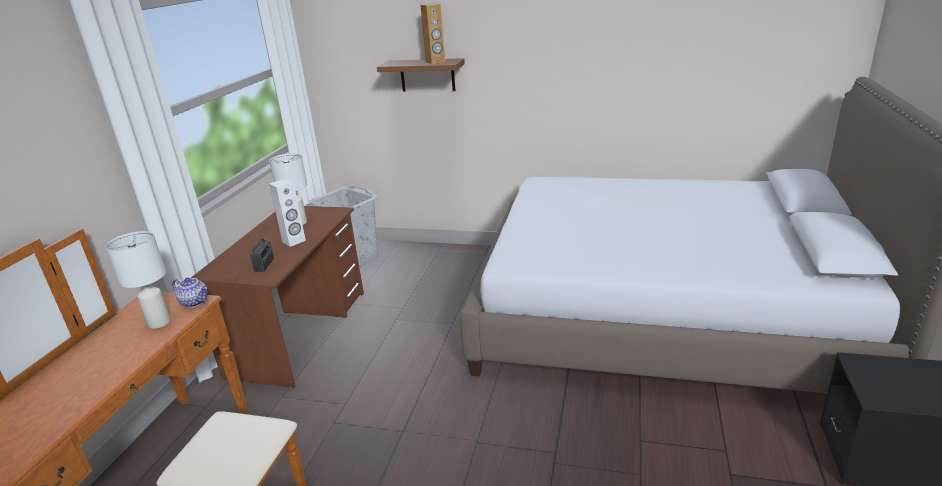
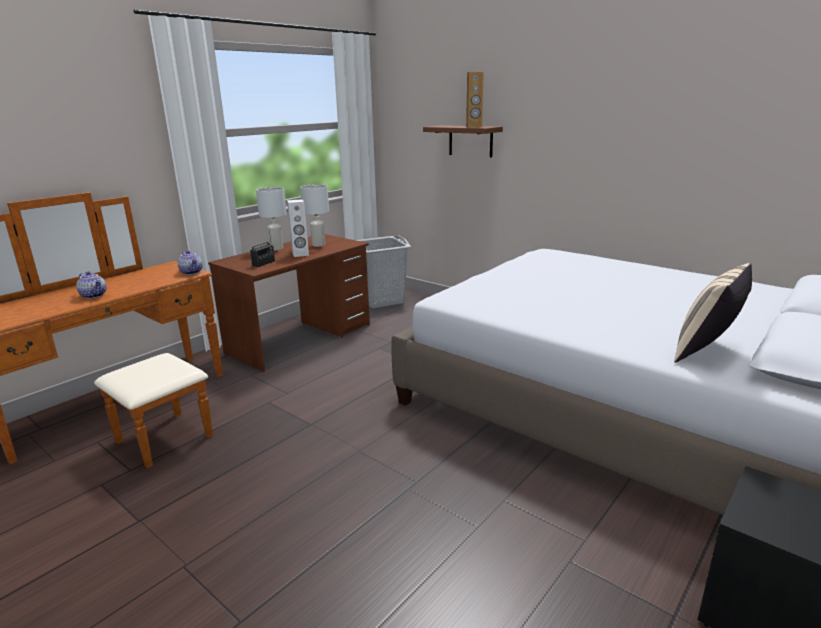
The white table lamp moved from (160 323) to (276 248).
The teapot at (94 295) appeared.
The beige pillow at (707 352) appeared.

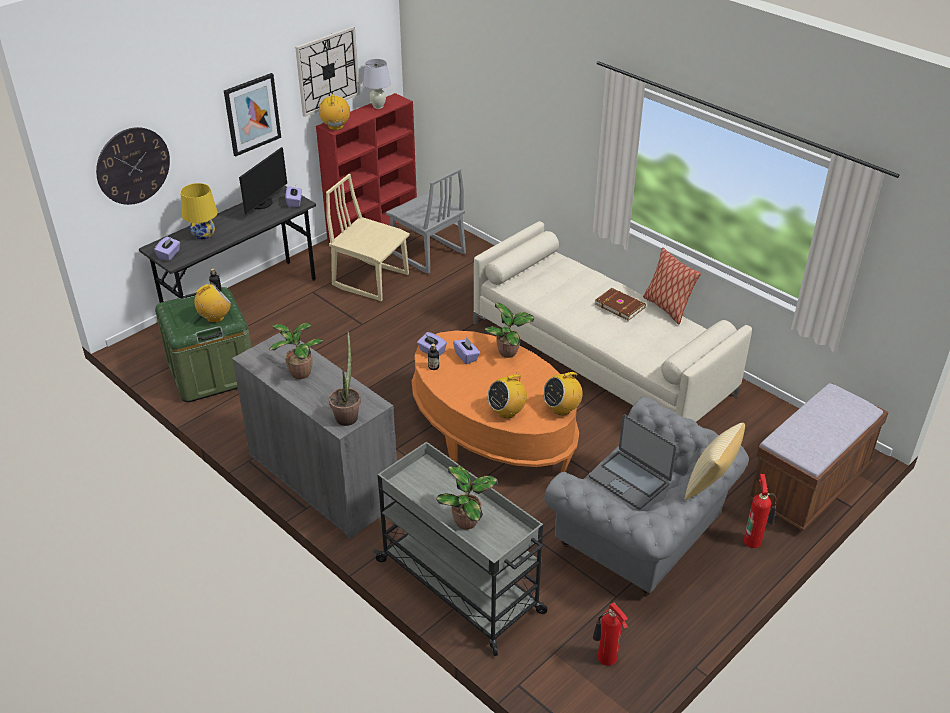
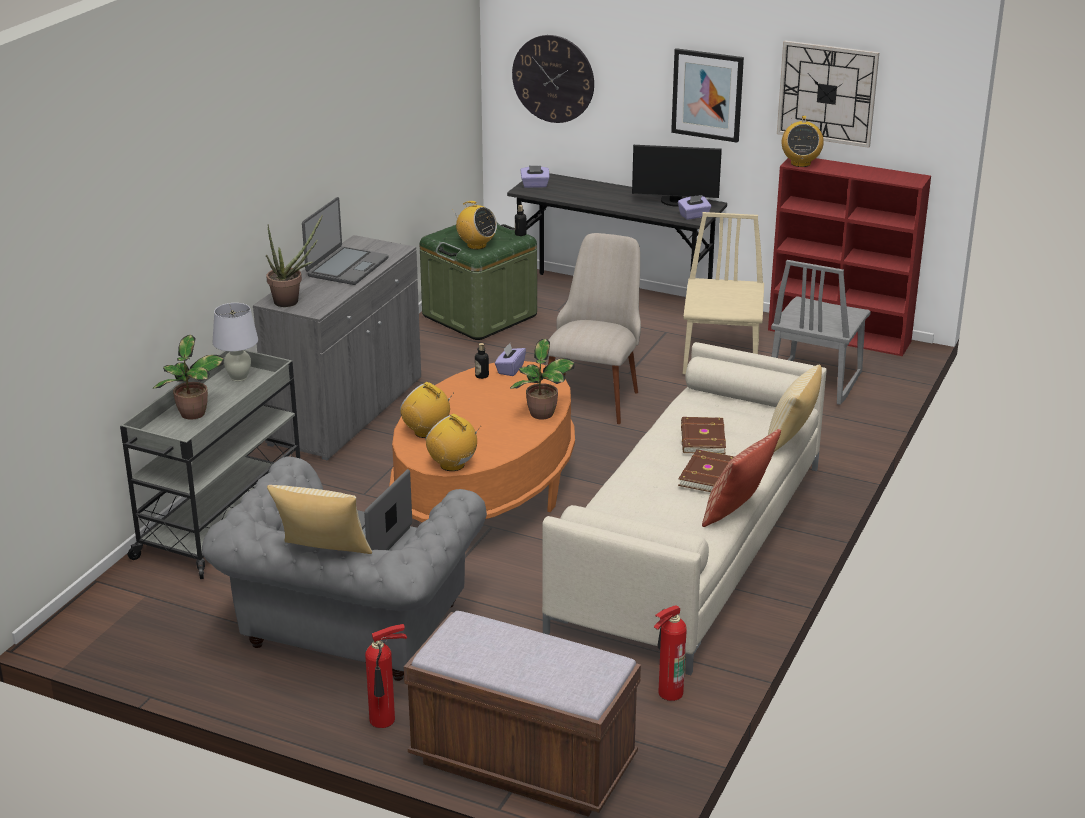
The yellow table lamp at (203 234) disappeared.
The potted plant at (299 373) was replaced by the laptop at (346 267).
The radio at (335 127) turned 120 degrees clockwise.
The white table lamp moved from (378 106) to (238 377).
The purple tissue box at (466 356) disappeared.
The fire extinguisher moved from (606 659) to (667 693).
The beige chair at (595 393) appeared.
The brown book at (701 439) appeared.
The pillow at (791 442) appeared.

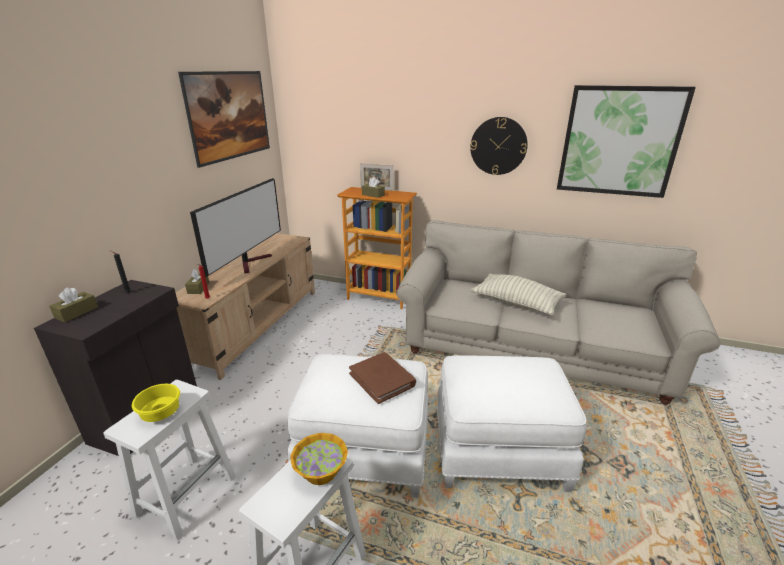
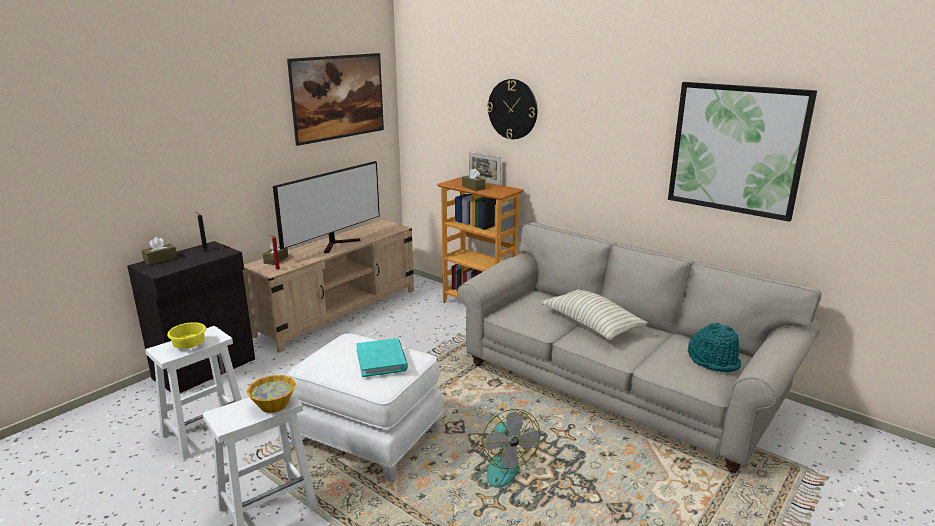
The brown book at (382 379) became the turquoise book at (381 360).
The white ottoman at (498 449) was replaced by the fan at (498 466).
The wall clock moved from (498 146) to (512 109).
The turquoise hat at (713 360) appeared.

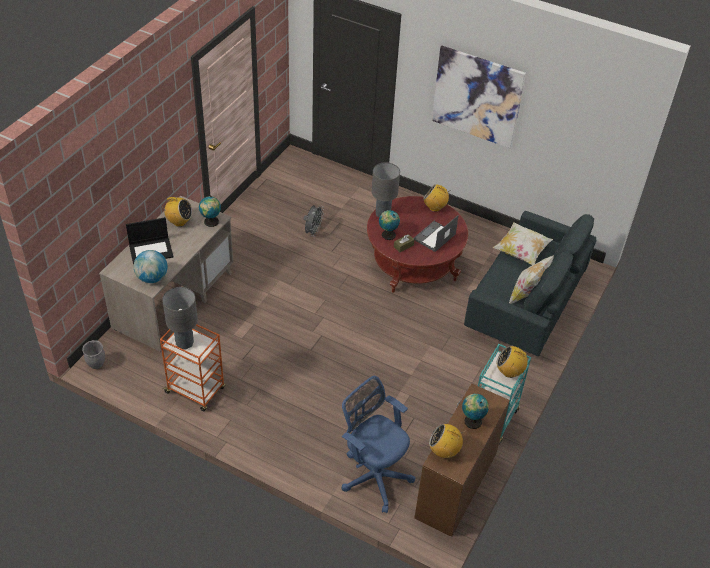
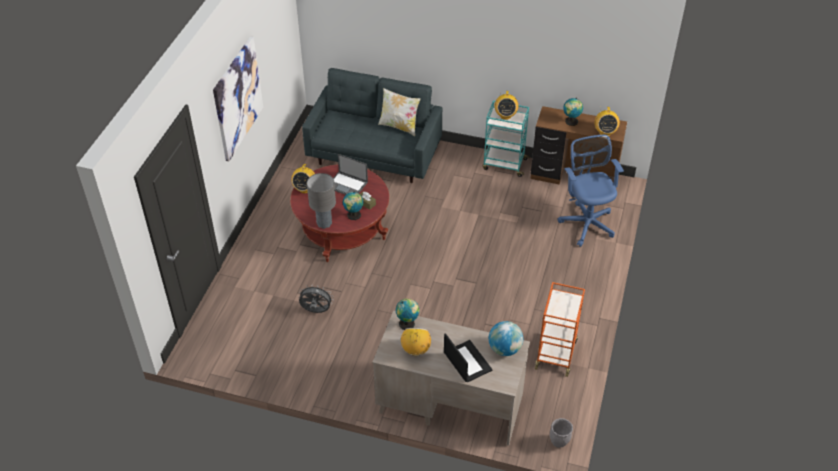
The grey table lamp at (184 342) disappeared.
The blue office chair at (373 475) turned 135 degrees clockwise.
The pillow at (521 252) disappeared.

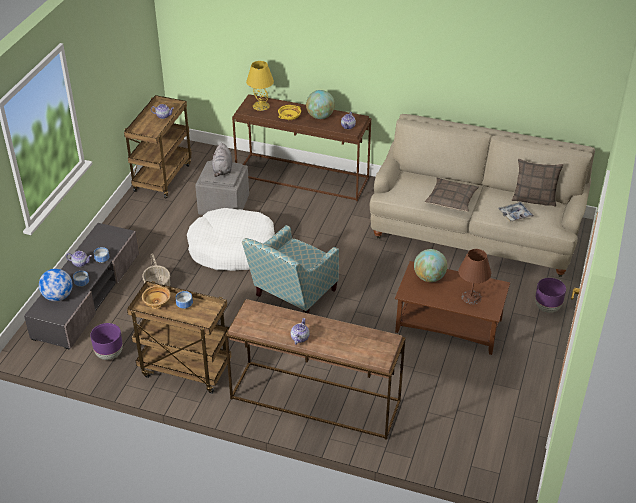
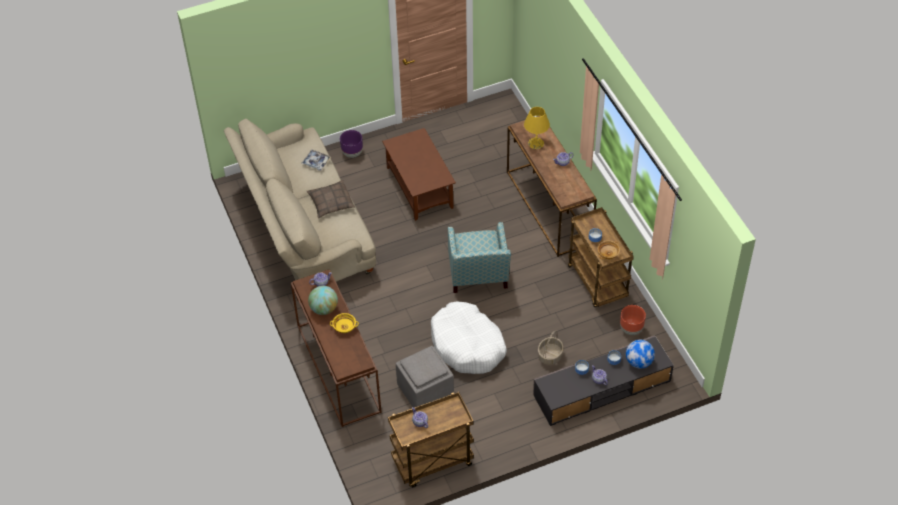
The purple planter at (109 354) became the brown planter at (631 329).
The grey plush toy at (222 169) disappeared.
The armchair at (292 297) turned 90 degrees clockwise.
The yellow table lamp moved from (261 106) to (535 143).
The globe at (429 277) disappeared.
The brown table lamp at (471 297) disappeared.
The pillow at (534 199) disappeared.

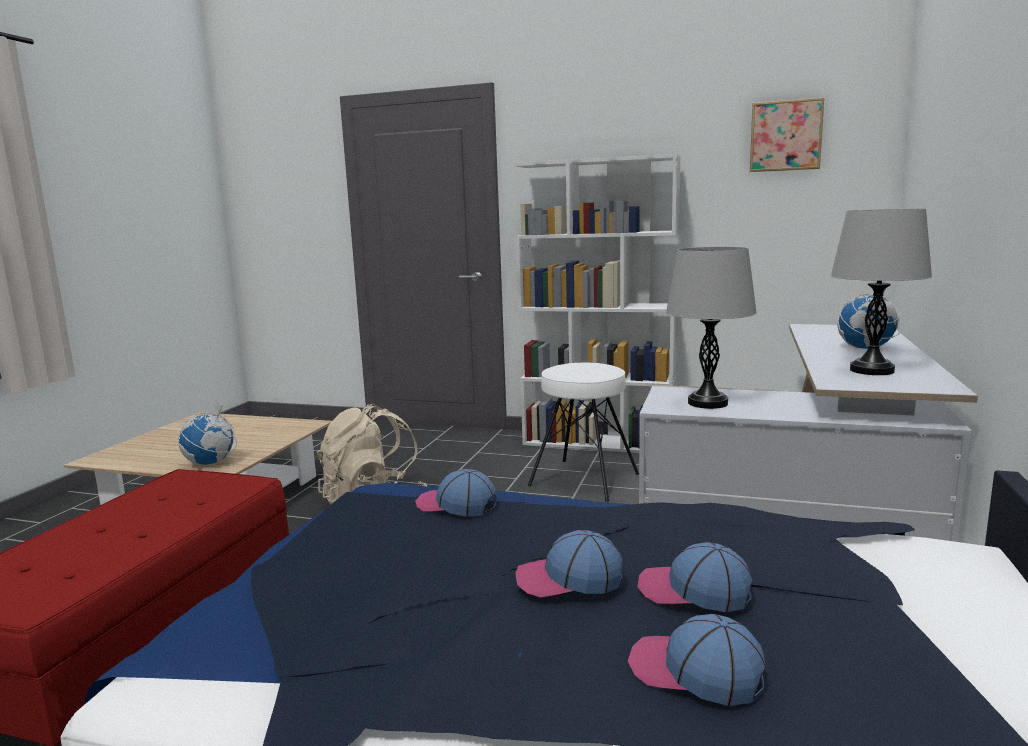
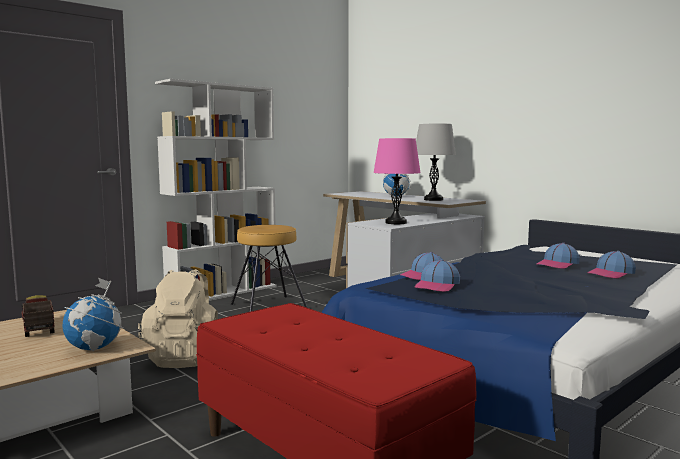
The cap moved from (568 579) to (437 286).
The white stool at (584 479) became the brown stool at (268 306).
The grey table lamp at (707 403) became the pink table lamp at (396 223).
The picture at (785 136) disappeared.
The toy truck at (38 328) appeared.

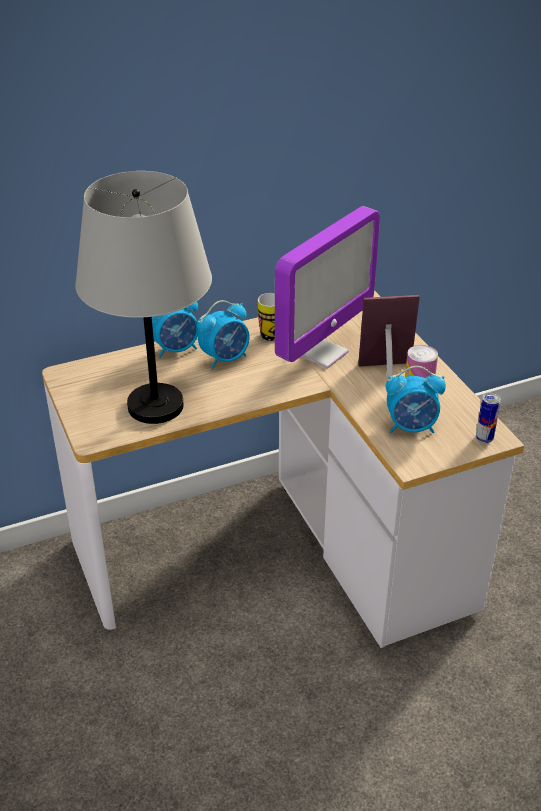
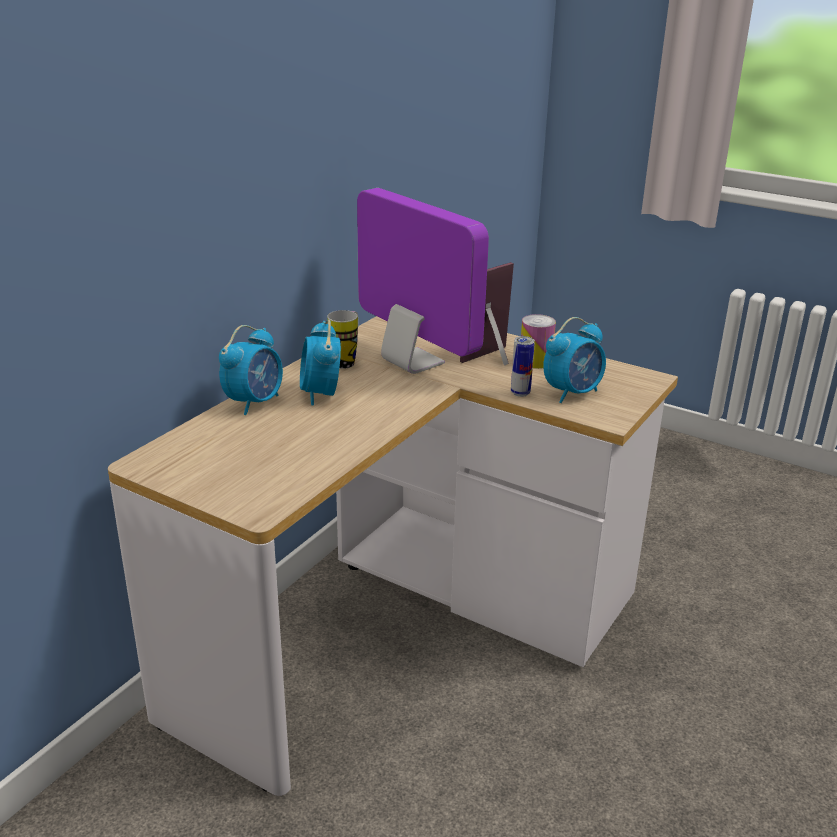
The grey table lamp at (156 406) disappeared.
The alarm clock at (225 358) turned 150 degrees clockwise.
The monitor at (321 353) turned 45 degrees counterclockwise.
The can moved from (484 438) to (520 393).

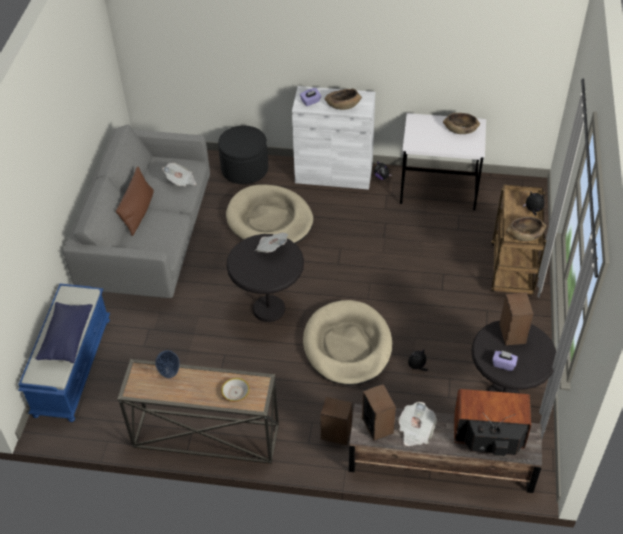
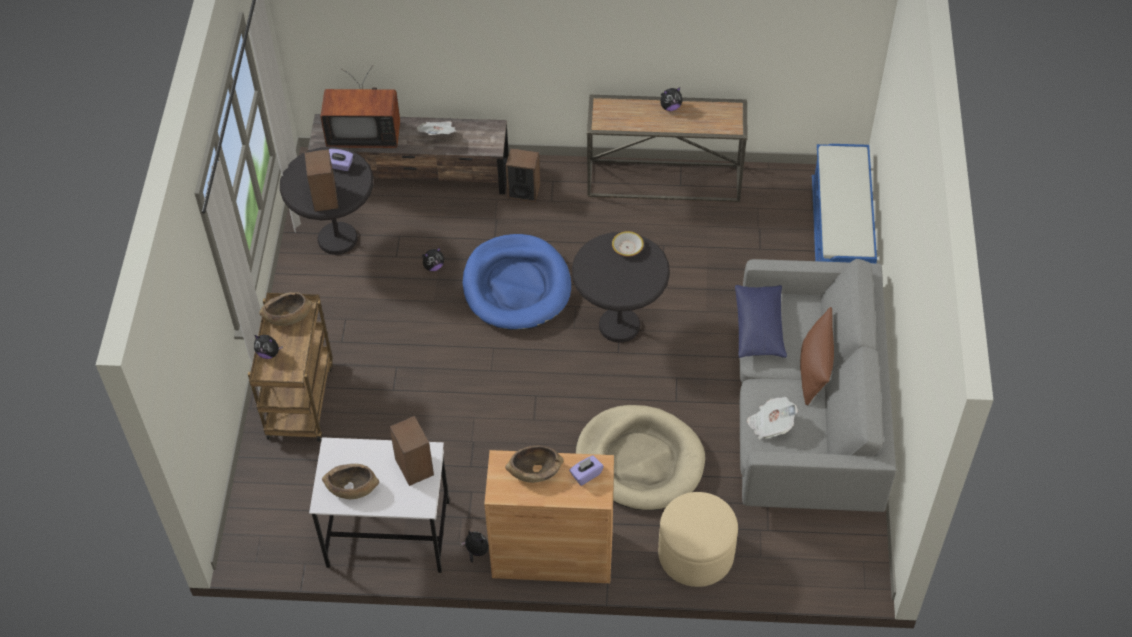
The blue pillow moved from (67 338) to (759 328).
The vase at (170 374) disappeared.
The black ottoman at (244 169) became the beige ottoman at (696 554).
The bowl moved from (236 393) to (627 247).
The newspaper at (271 248) disappeared.
The white cabinet at (334 173) became the brown cabinet at (552 554).
The beige dog bed at (347 345) became the blue dog bed at (516 286).
The speaker moved from (377 425) to (414 467).
The plush toy at (670 107) appeared.

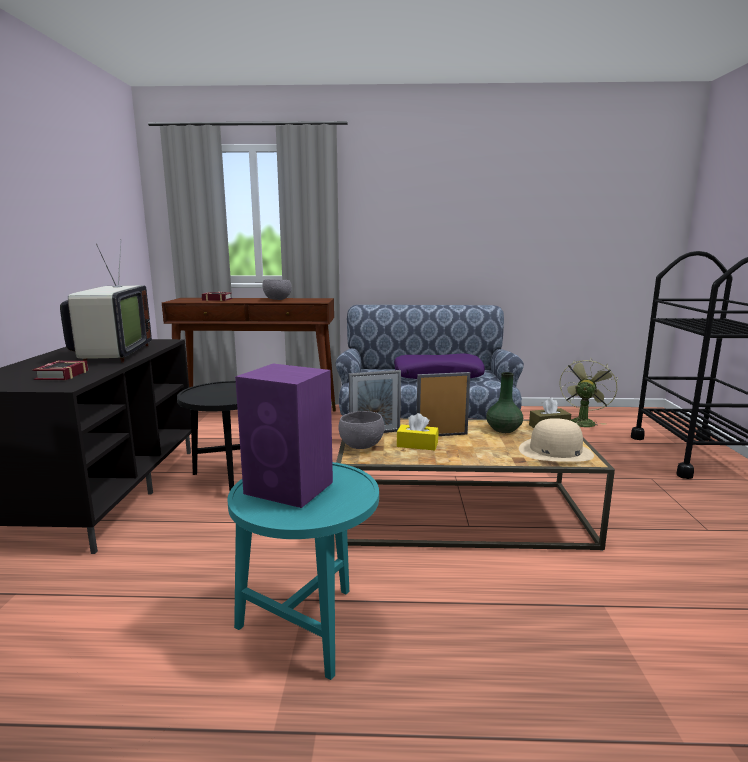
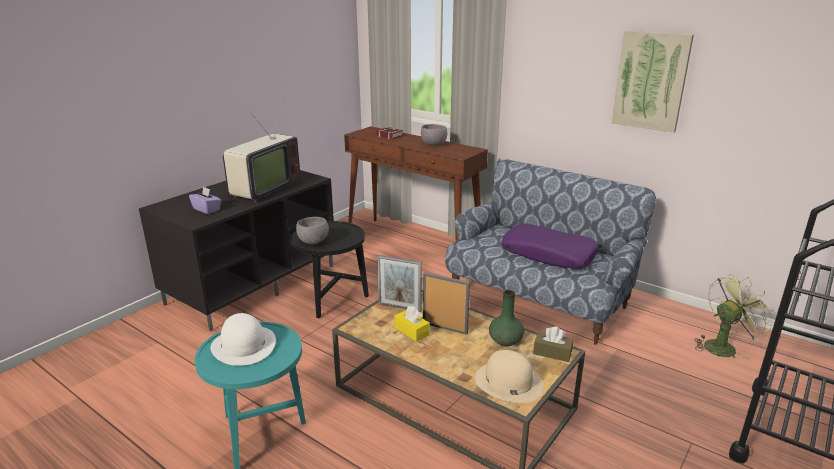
The book at (59 375) was replaced by the purple tissue box at (207 209).
The purple speaker at (291 488) was replaced by the white hat at (244 345).
The grey bowl moved from (361 446) to (314 241).
The picture at (651 81) appeared.

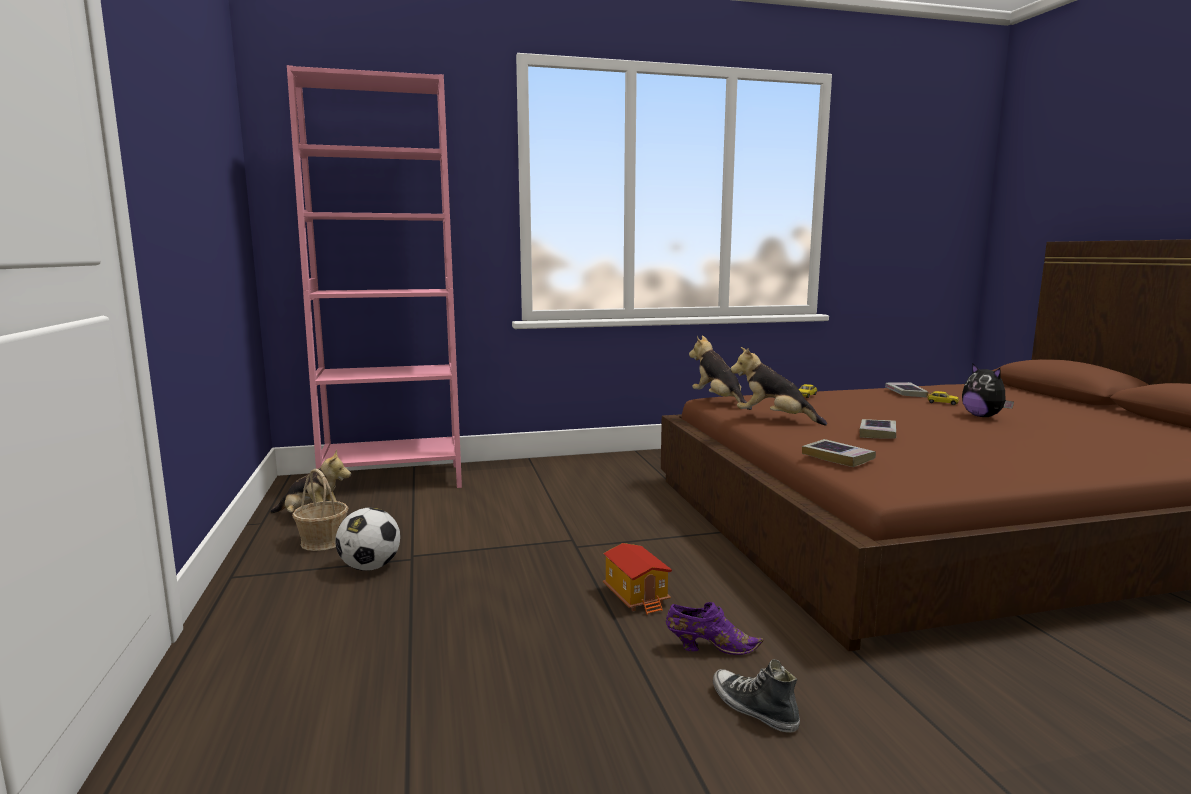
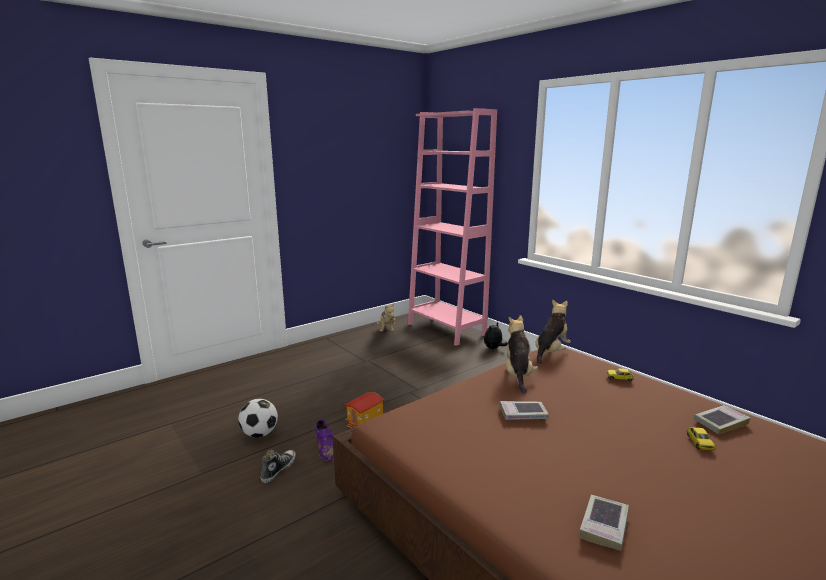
The basket at (323 542) disappeared.
The football moved from (370 567) to (259 434).
The book moved from (838 457) to (604 525).
The plush toy moved from (983 416) to (493 348).

